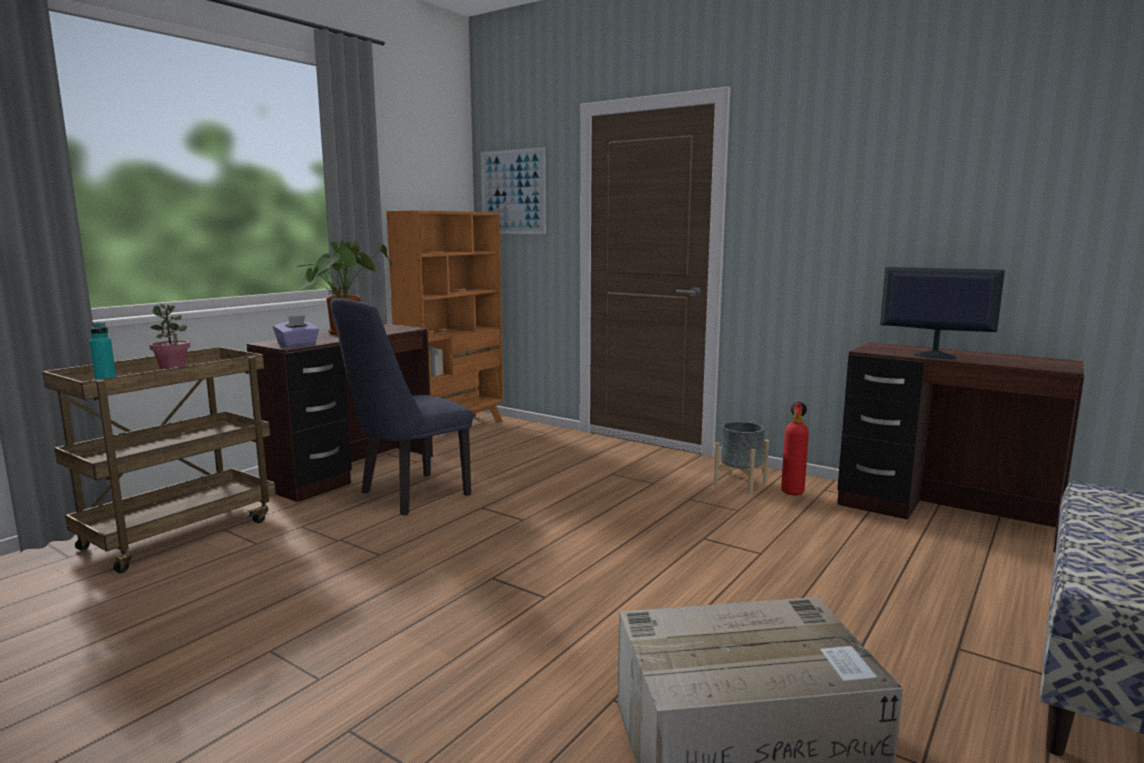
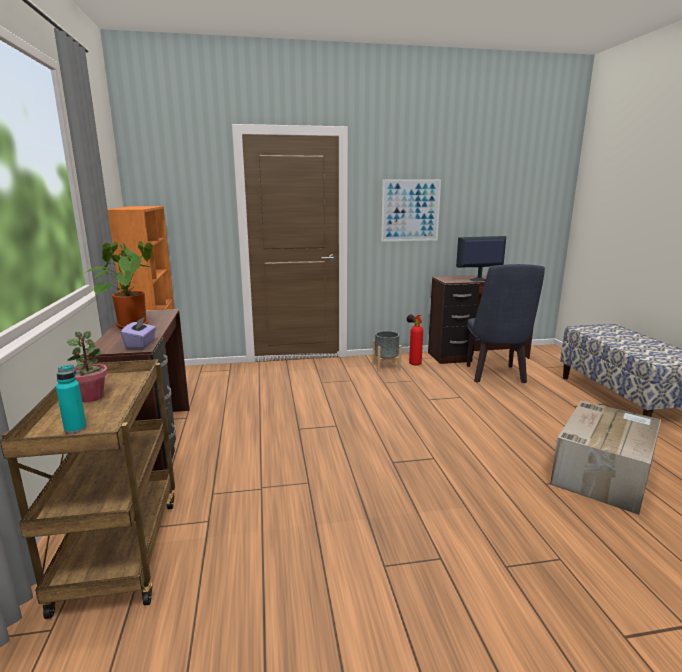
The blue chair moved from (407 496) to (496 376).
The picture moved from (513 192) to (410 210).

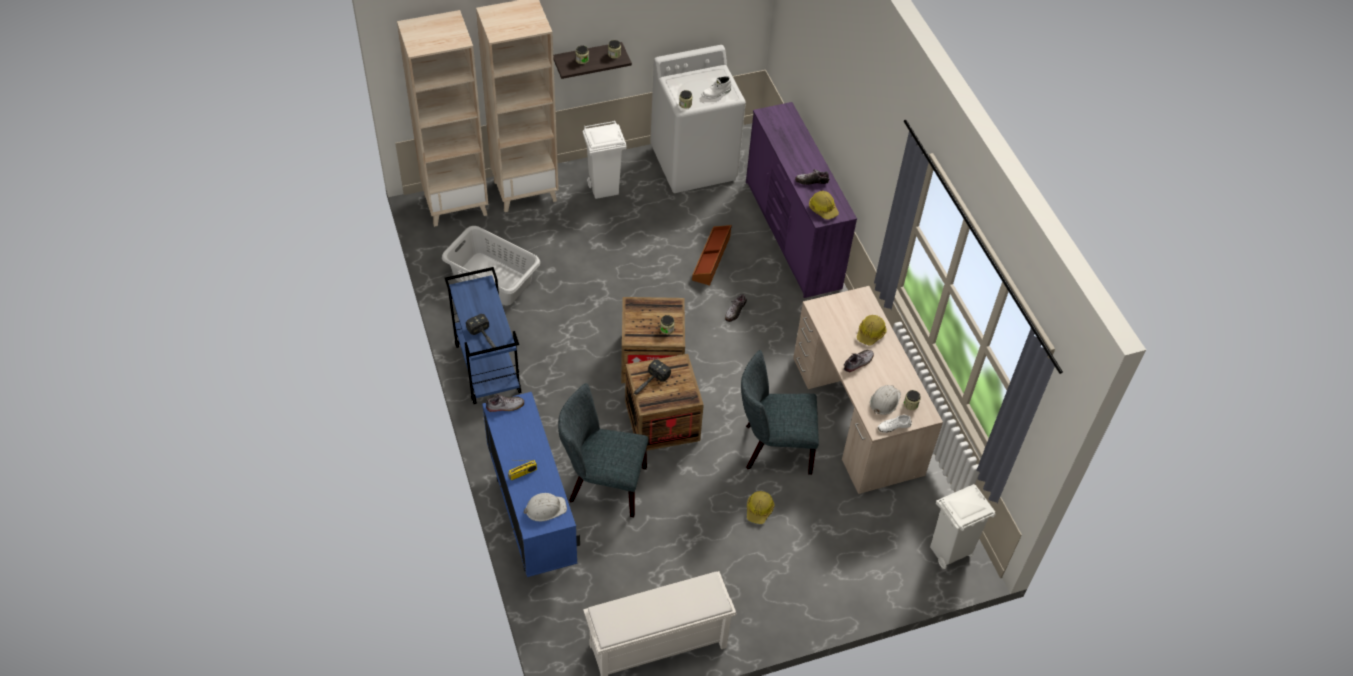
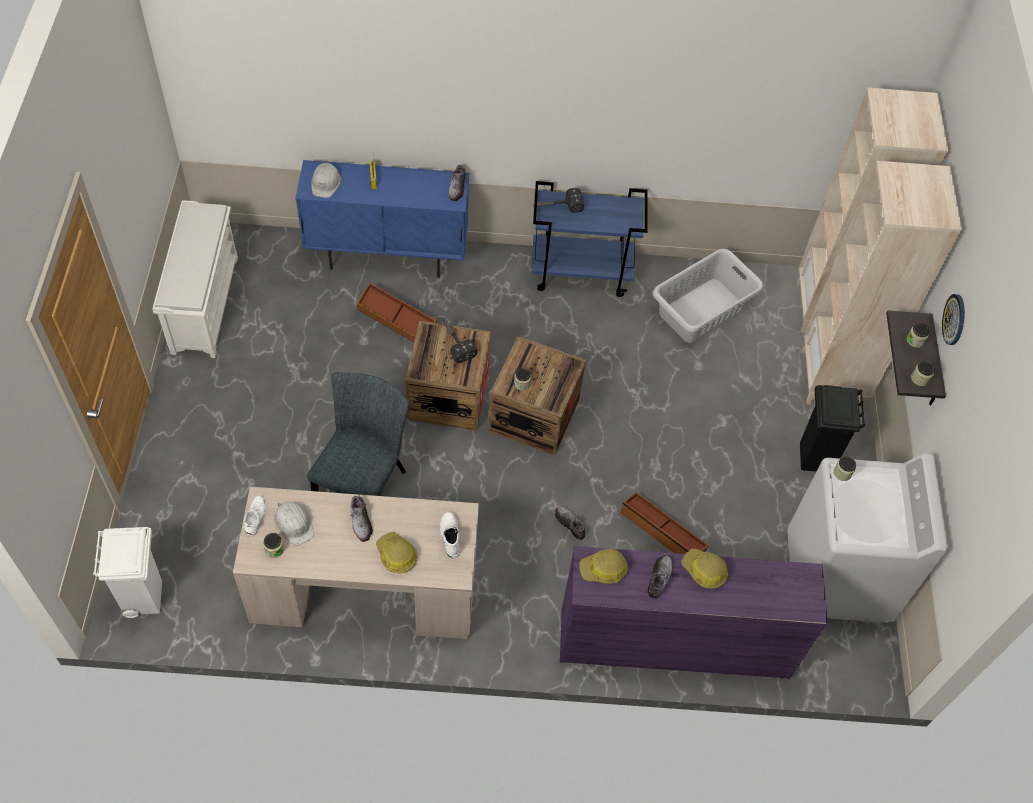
The grey chair at (602 484) was replaced by the brown storage box at (397 320).
The white trash can at (604 189) became the black trash can at (814 459).
The white boot moved from (716 93) to (449 536).
The hard hat moved from (759 509) to (704 571).
The wall clock at (955 319) appeared.

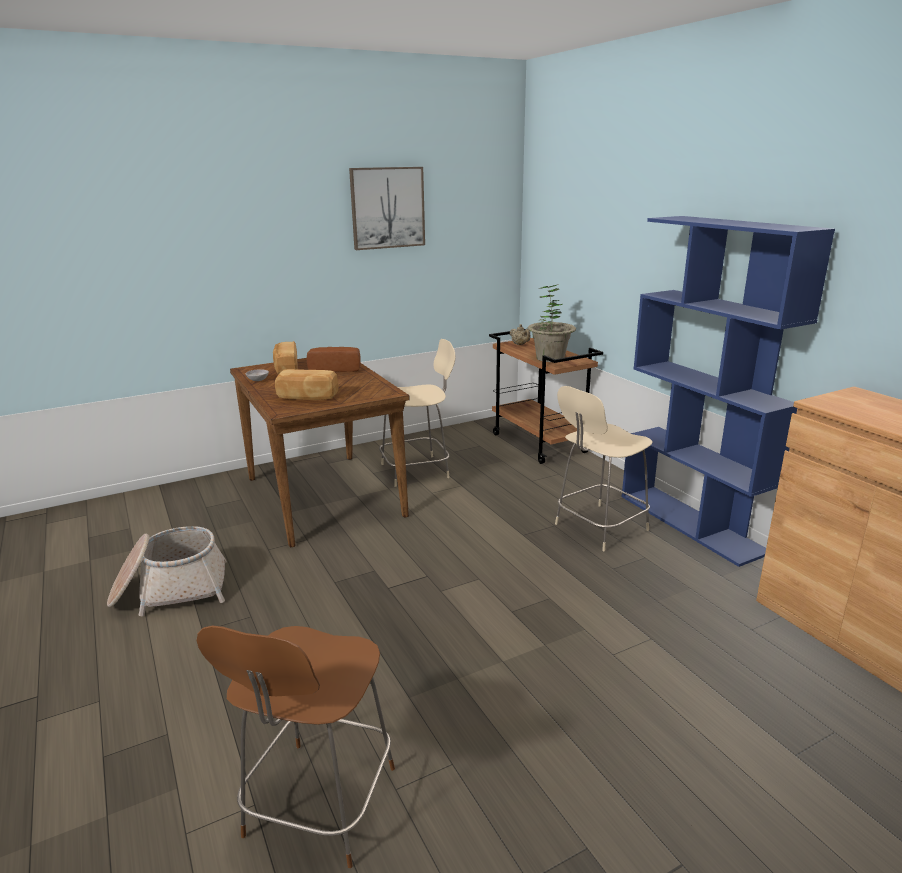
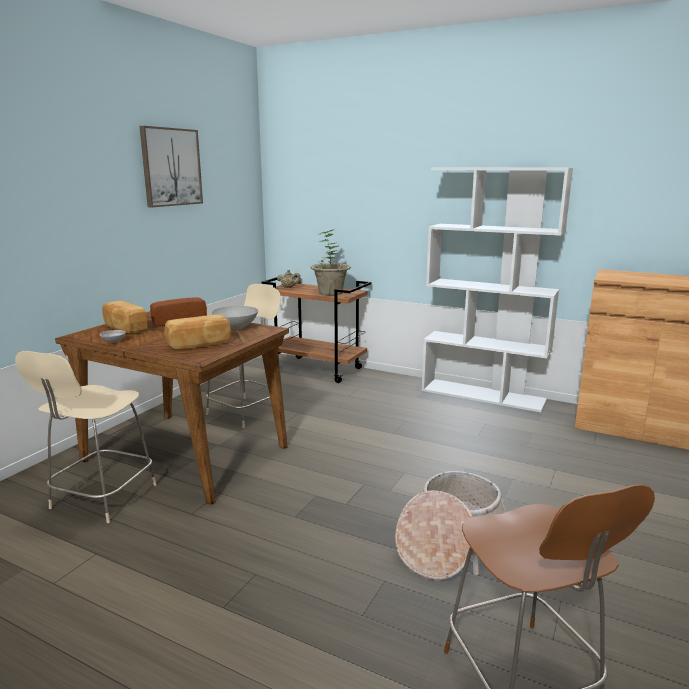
The basket moved from (170 590) to (450 544).
The beige chair moved from (598 528) to (101 498).
The blue bookcase at (692 523) became the white bookcase at (483 395).
The grey bowl at (236 328) appeared.

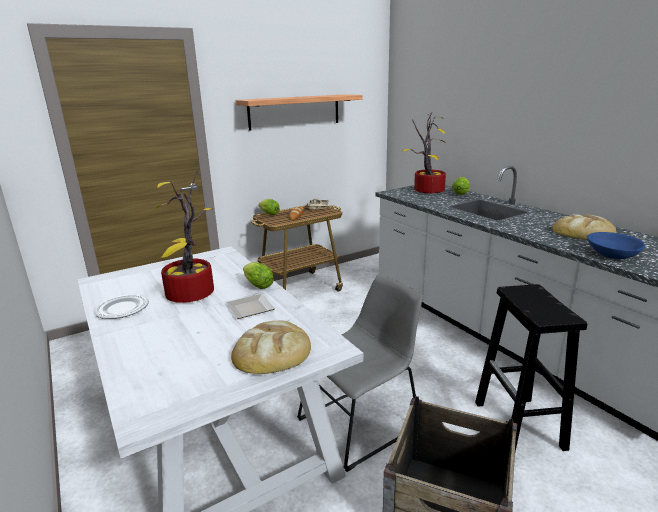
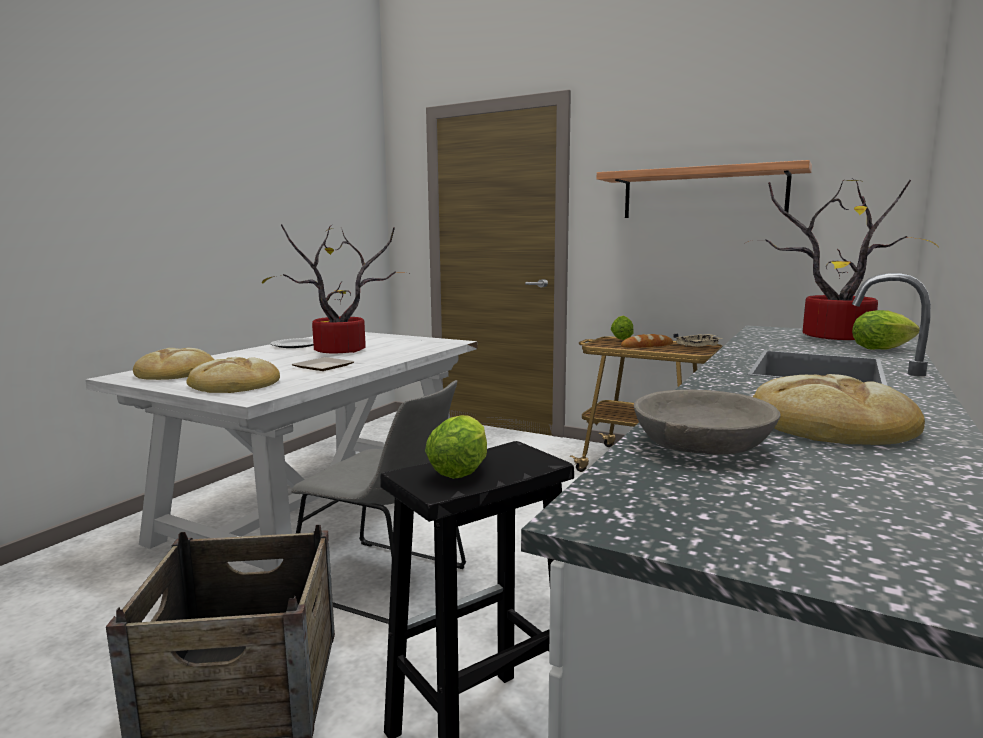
The lettuce moved from (256 285) to (462 469).
The blue bowl at (612 254) became the grey bowl at (702 445).
The bread at (177 372) appeared.

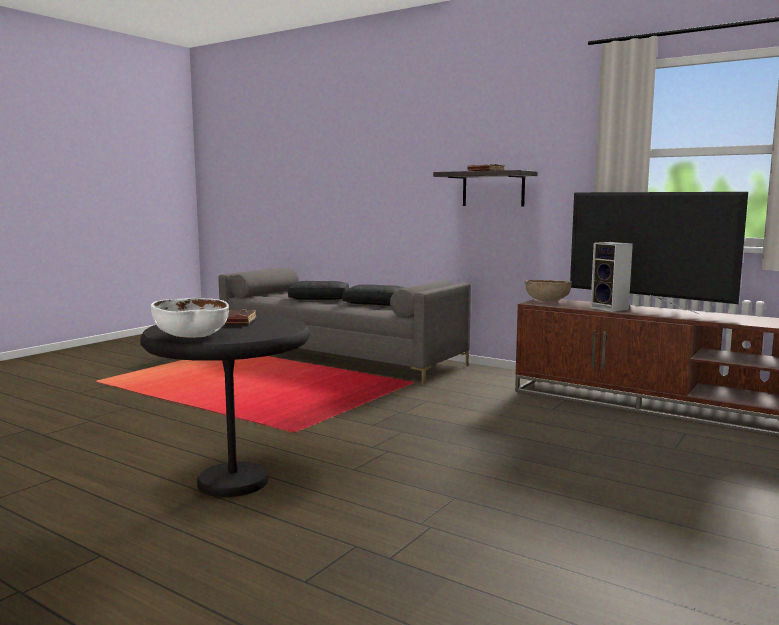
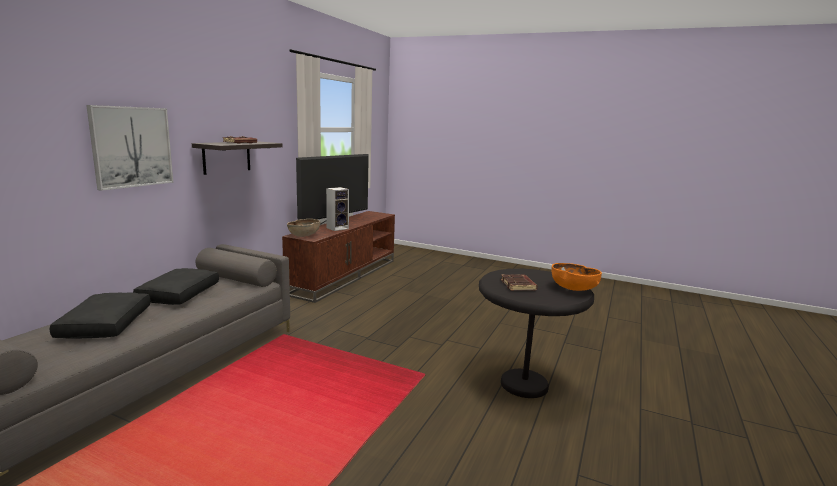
The white bowl at (191 336) became the orange bowl at (573 289).
The picture at (131 147) appeared.

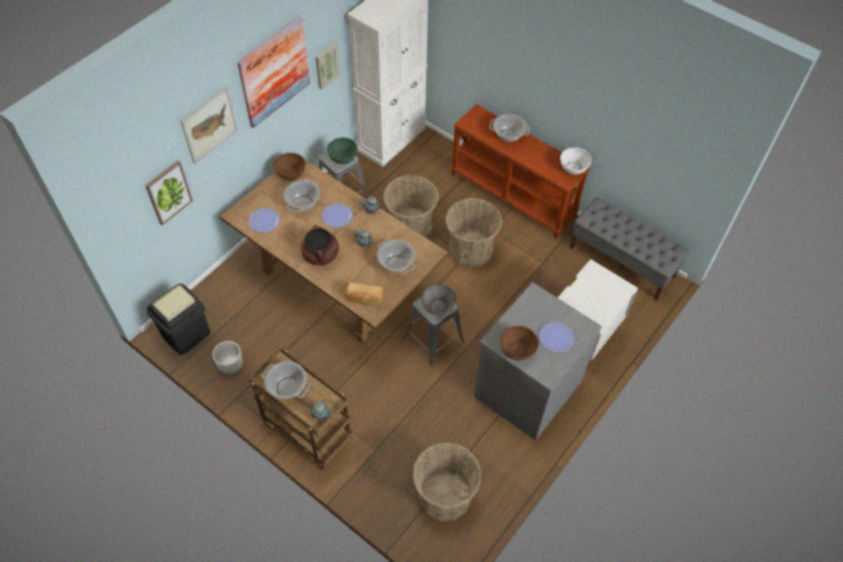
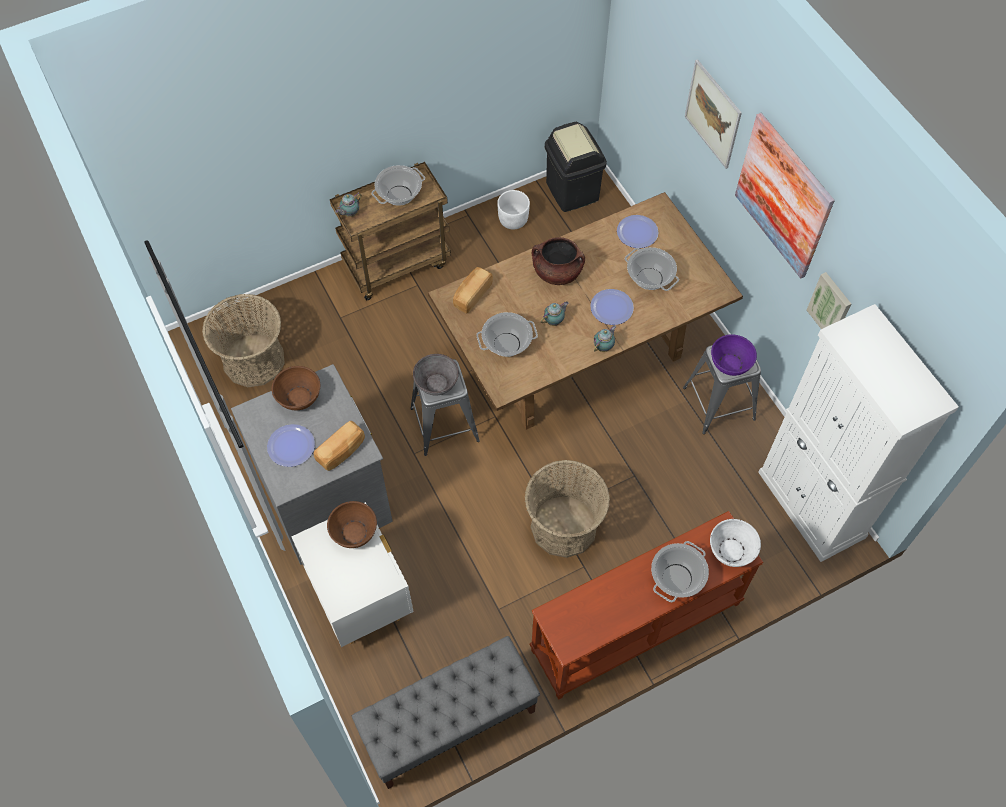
The picture at (168 192) disappeared.
The brown bowl moved from (291 173) to (354 532).
The green bowl at (343 157) became the purple bowl at (730 364).
The basket at (410 225) disappeared.
The white bowl moved from (573 168) to (731 550).
The bread at (341 451) appeared.

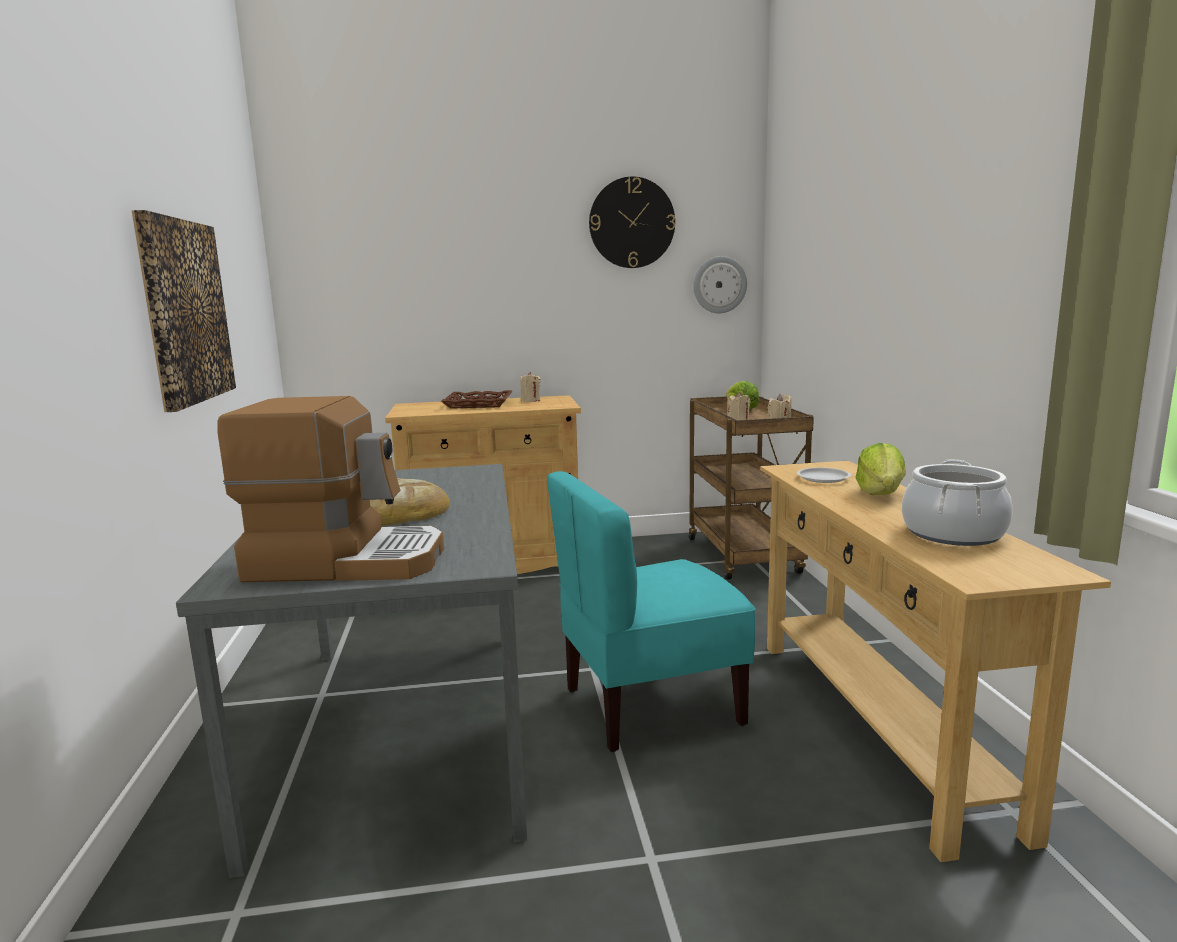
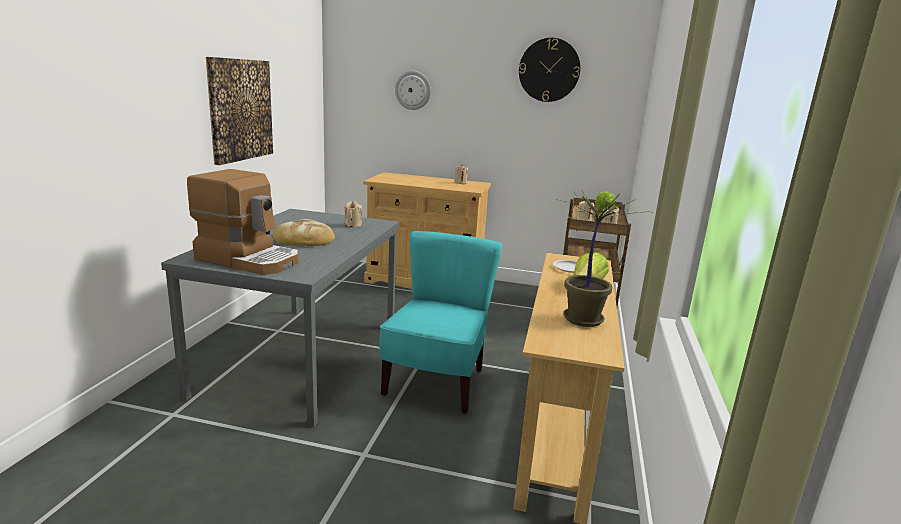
The brown tray at (478 404) disappeared.
The turquoise chair at (650 705) turned 105 degrees clockwise.
The wall clock moved from (719 285) to (413 90).
The cooking pot at (952 533) was replaced by the potted plant at (583 319).
The beige candle at (353 225) appeared.

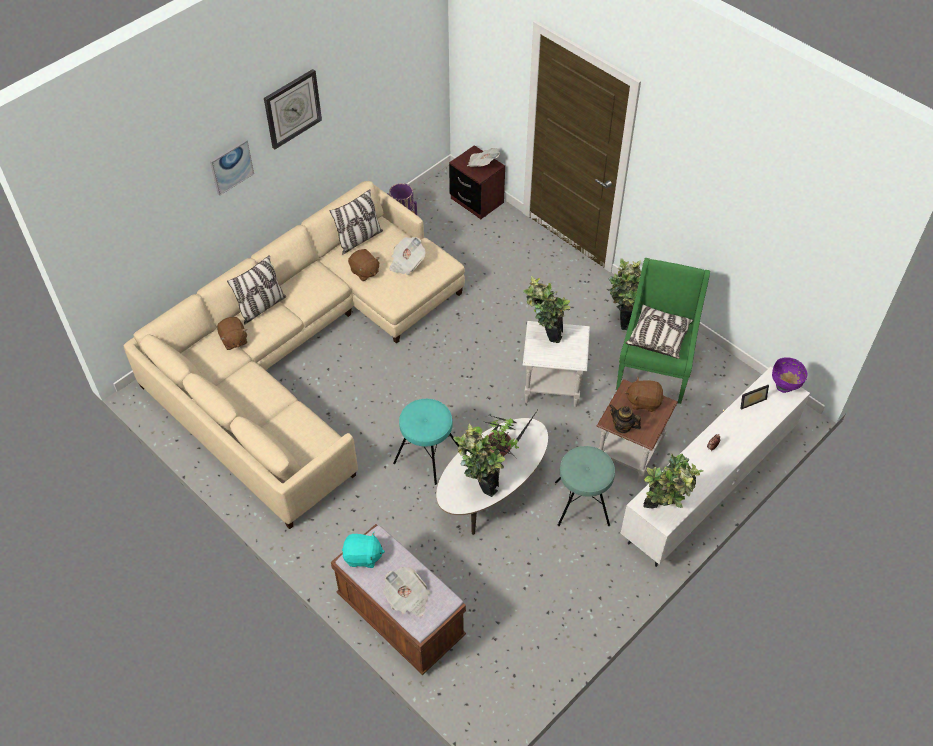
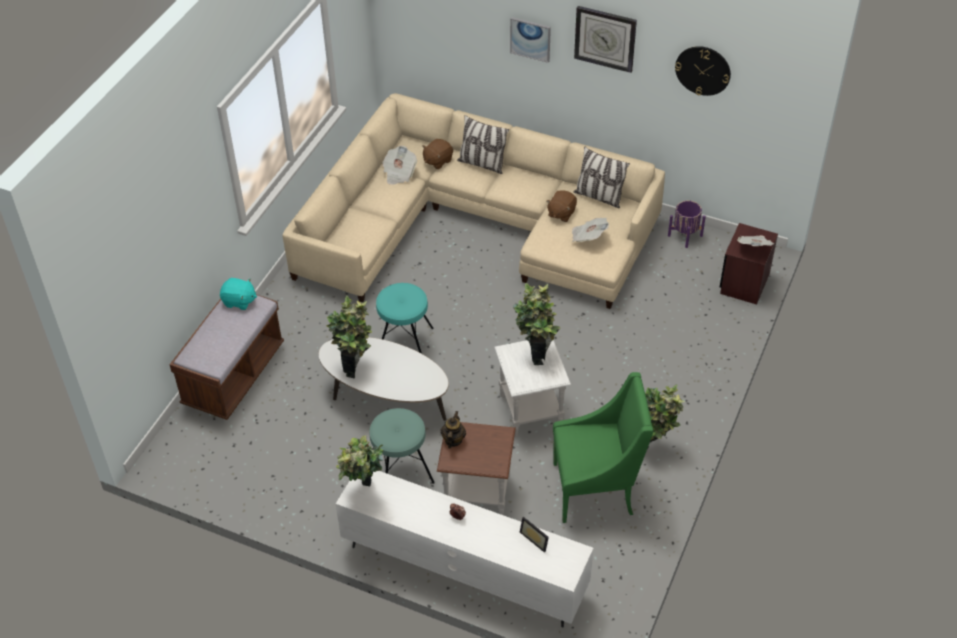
The turquoise plush toy at (363 557) turned 60 degrees counterclockwise.
The newspaper moved from (407 598) to (399 173).
The potted plant at (499 450) disappeared.
The brown plush toy at (643 401) disappeared.
The pillow at (658 337) disappeared.
The purple bowl at (784 386) disappeared.
The wall clock at (703 70) appeared.

